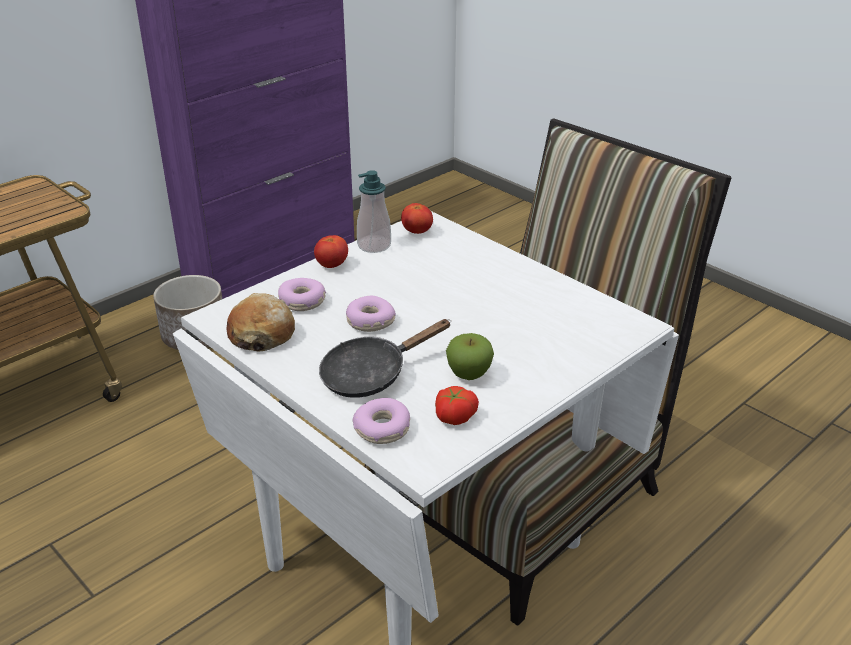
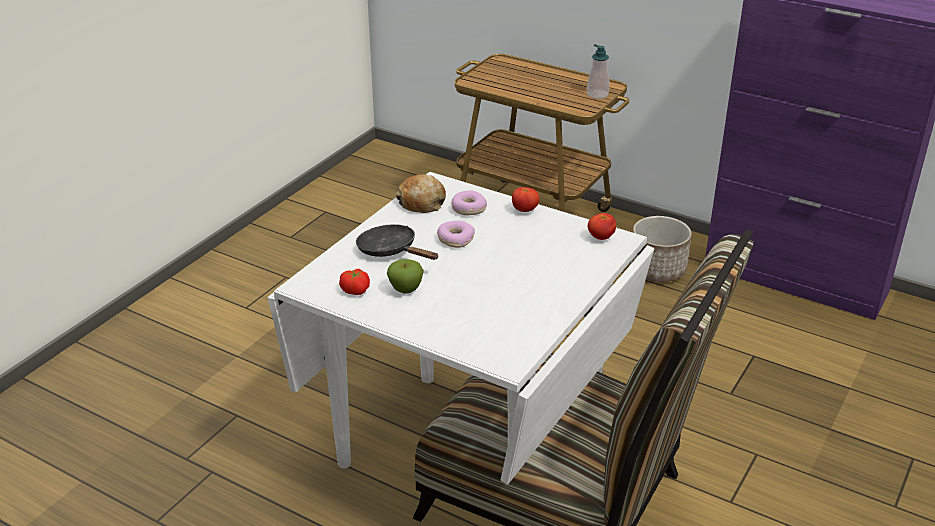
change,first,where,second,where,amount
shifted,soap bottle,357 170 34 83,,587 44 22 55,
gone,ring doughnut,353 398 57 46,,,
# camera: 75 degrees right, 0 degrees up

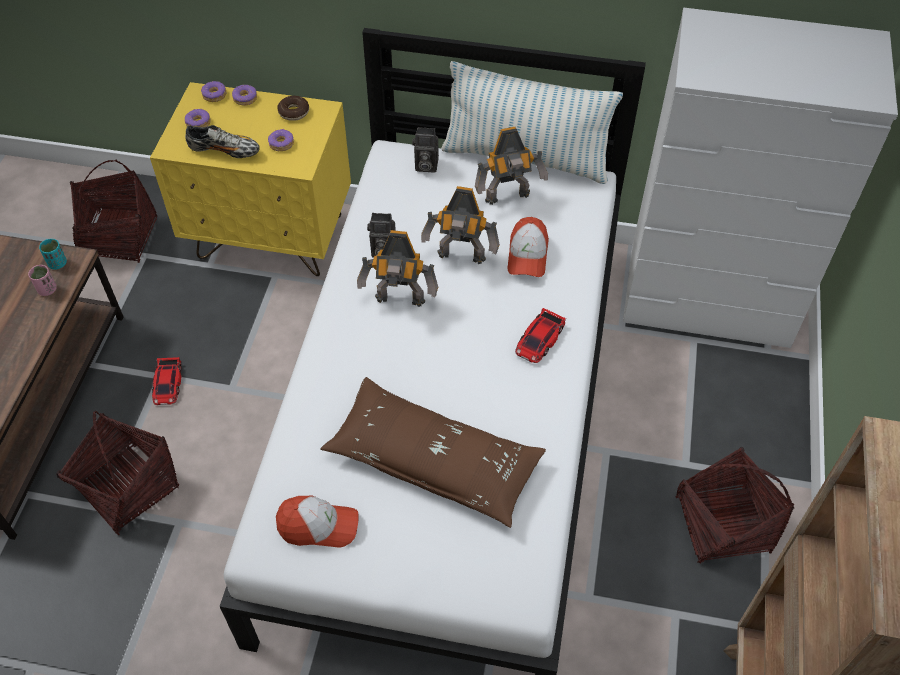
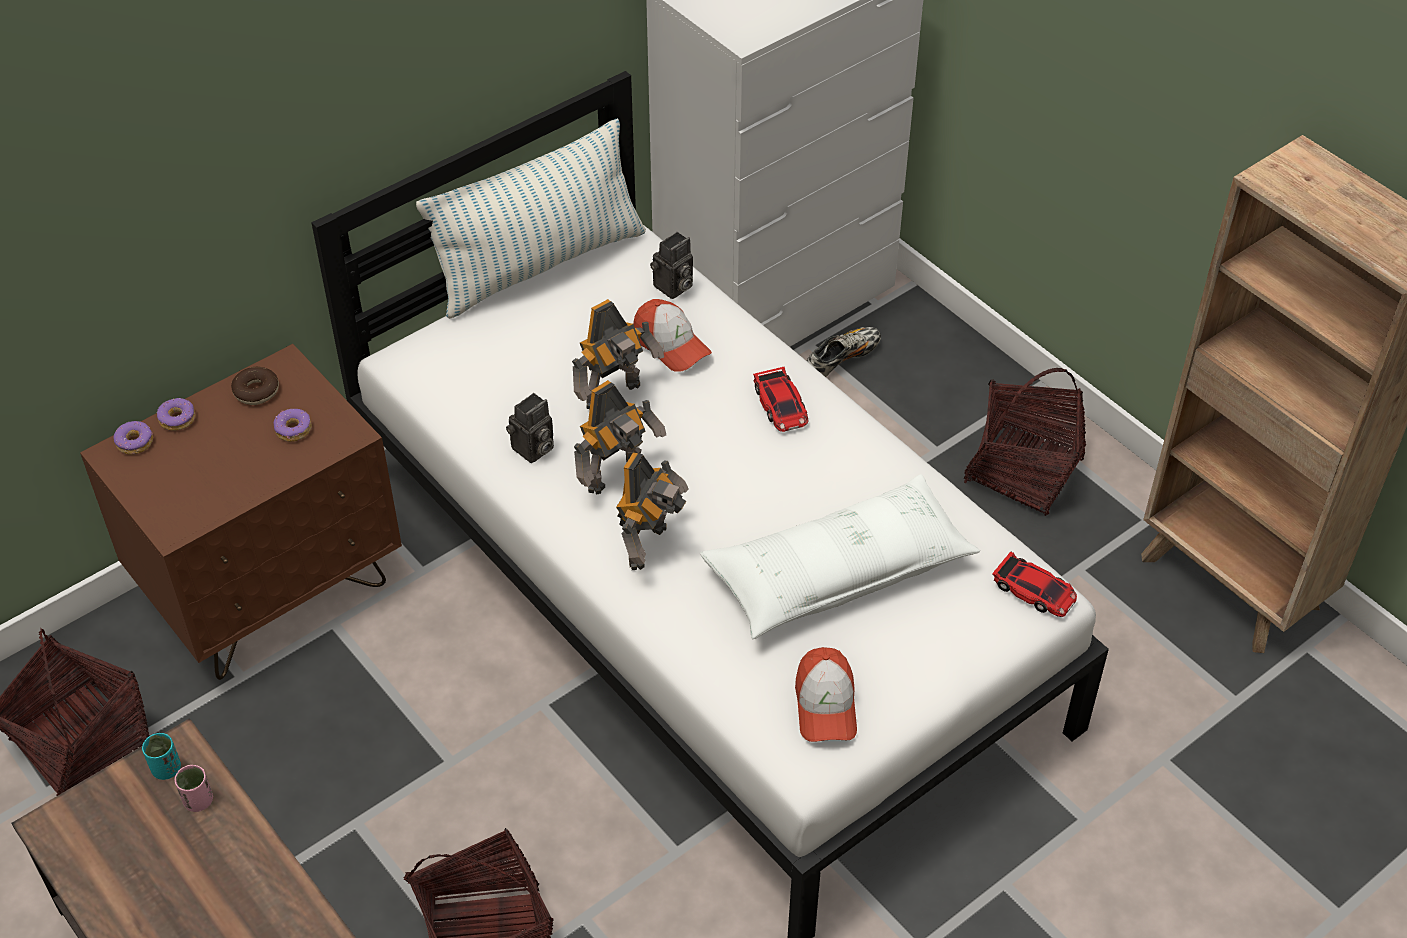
change,first,where,second,where,amount
repainted,night table in yellow-coloured,150 82 201 194,night table in brown-coloured,80 344 322 336,
shifted,toy robot,475 127 73 78,,616 452 73 118,
shifted,still camera,412 127 27 46,,650 232 43 67,
repainted,cushion in brown-coloured,320 377 226 151,cushion in white-coloured,700 474 280 165,
rotated,cap,276 495 83 52,,795 647 62 95,135 degrees clockwise
shifted,item of footwear,185 125 75 33,,807 327 74 50,
shifted,miniature car,152 357 29 48,,992 551 85 66,
gone,ring doughnut,185 109 26 18,,,
# camera: 50 degrees left, 5 degrees down

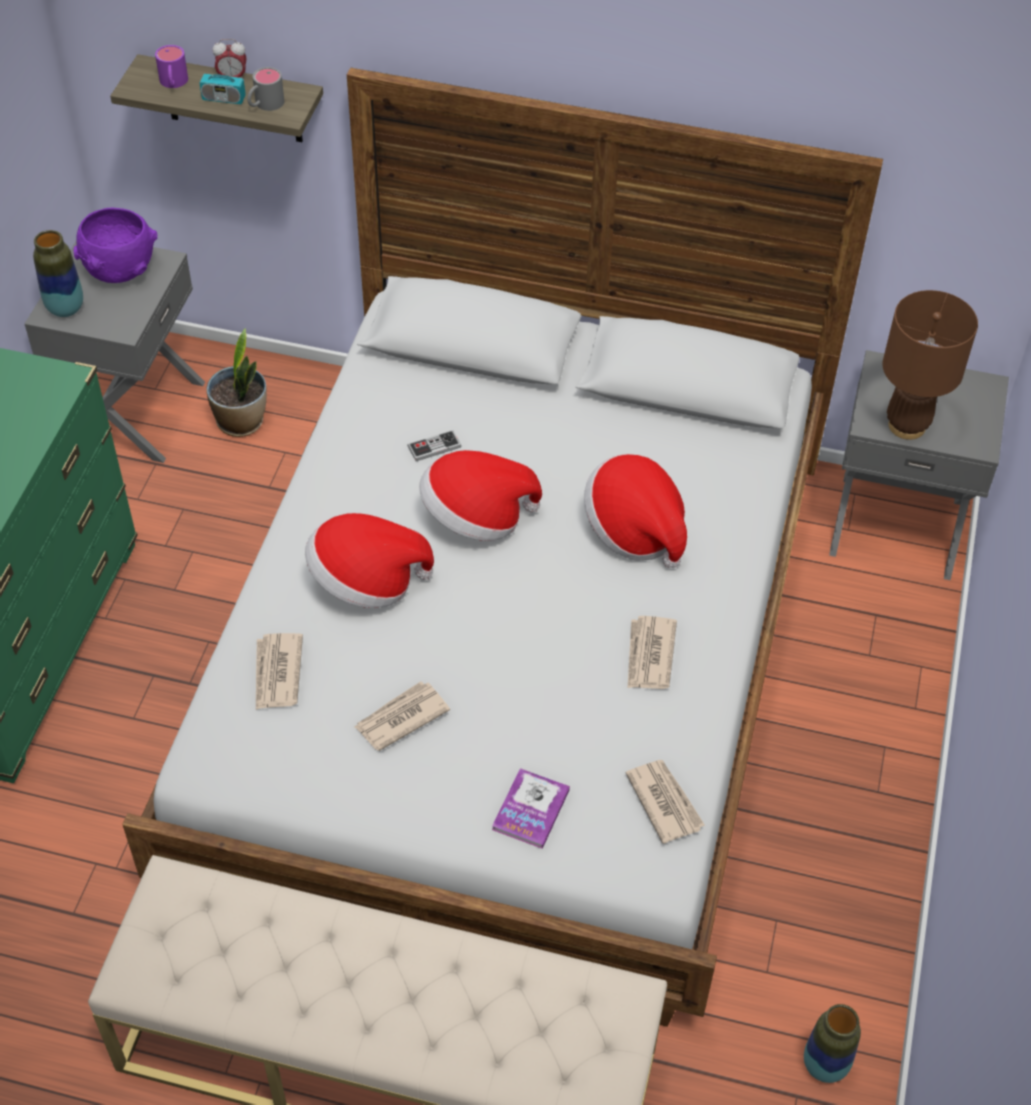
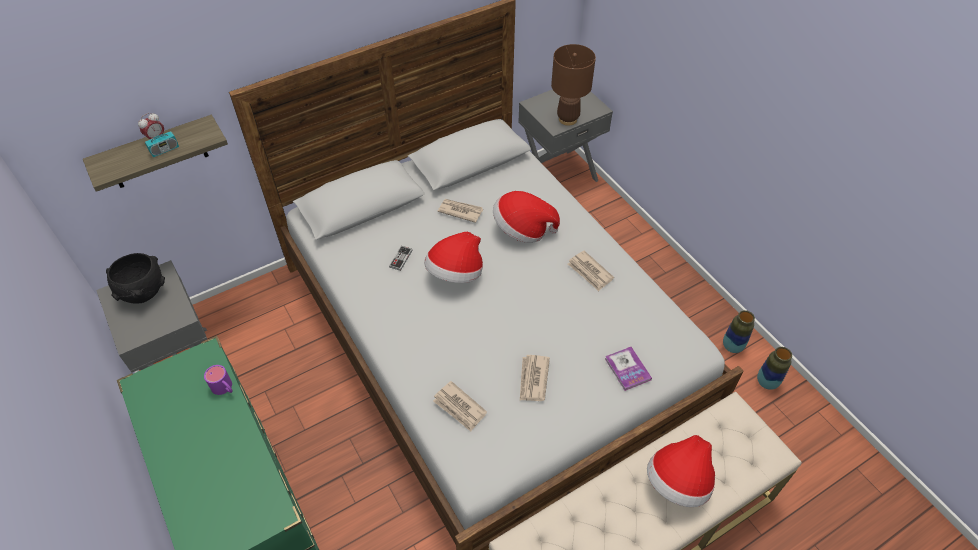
change,first,where,second,where,amount
repainted,bowl in purple-coloured,73 208 84 75,bowl in black-coloured,106 253 59 51,
shifted,coffee mug in purple-coloured,155 45 33 43,,204 365 29 30,
shifted,printed paper,626 760 79 84,,438 199 45 24,
shifted,clothing hat,305 513 129 95,,647 435 68 72,
shifted,flower vase,33 230 50 87,,723 310 32 43,
gone,potted plant,206 328 61 109,,,
gone,coffee mug in grey,247 67 37 44,,,
# camera: 45 degrees left, 0 degrees up

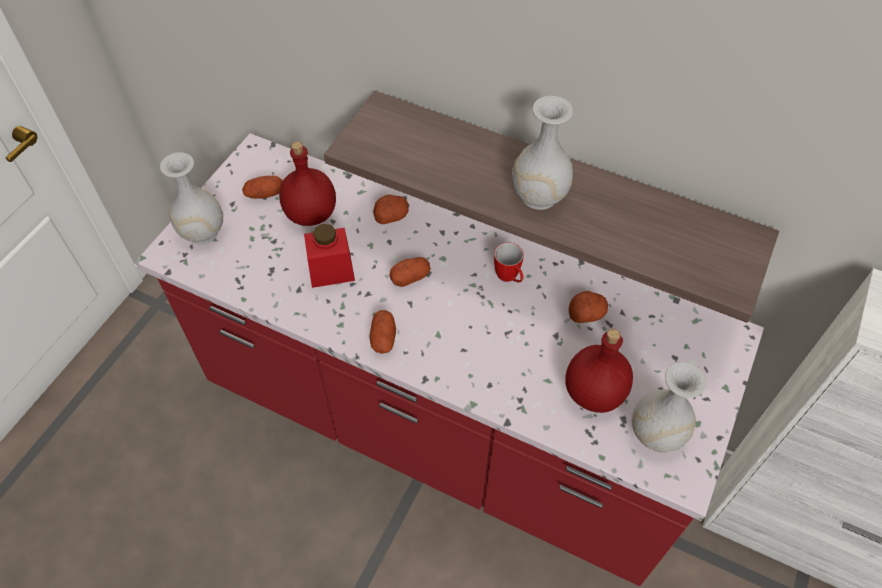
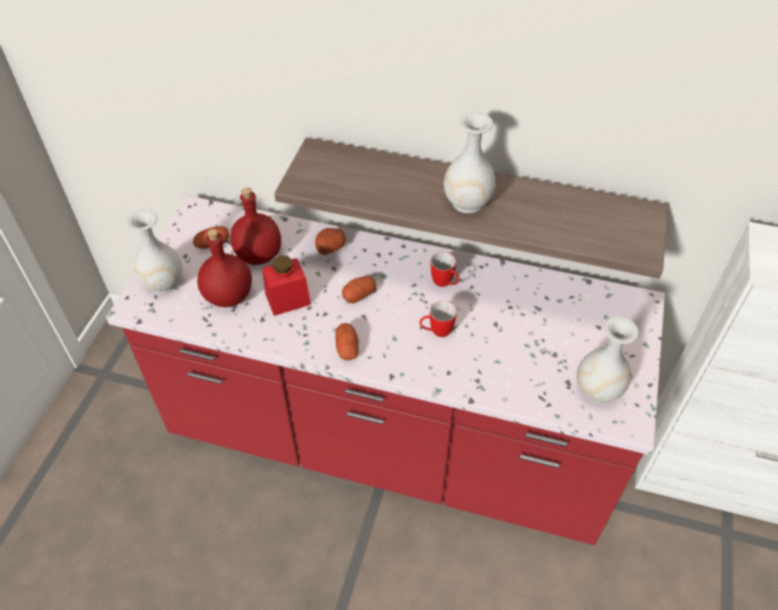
change,first,where,second,where,amount
shifted,bottle in red-coloured,565 329 68 84,,197 229 55 78,
new,,,coffee mug,419 301 38 36,
gone,spud,569 291 39 32,,,
# camera: 10 degrees left, 5 degrees down

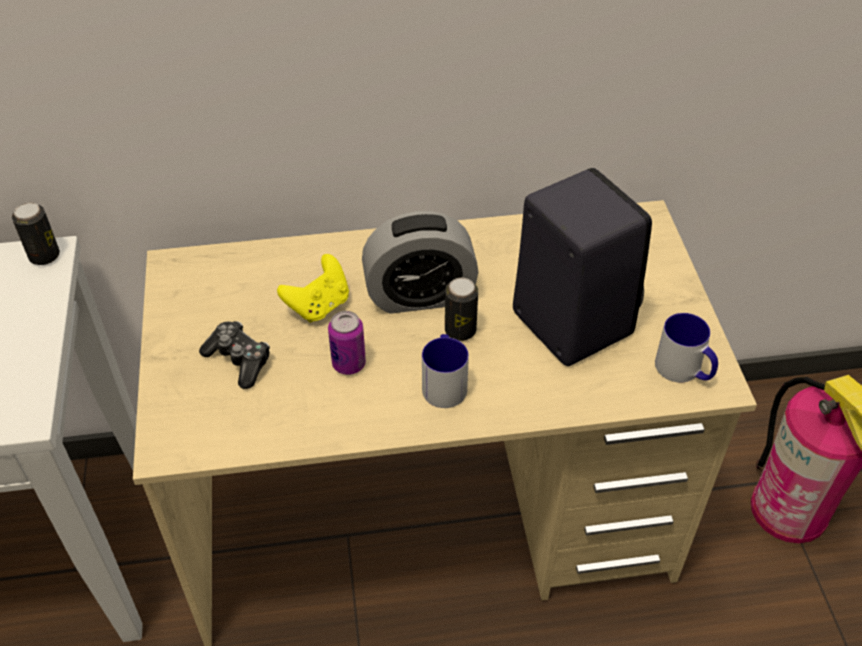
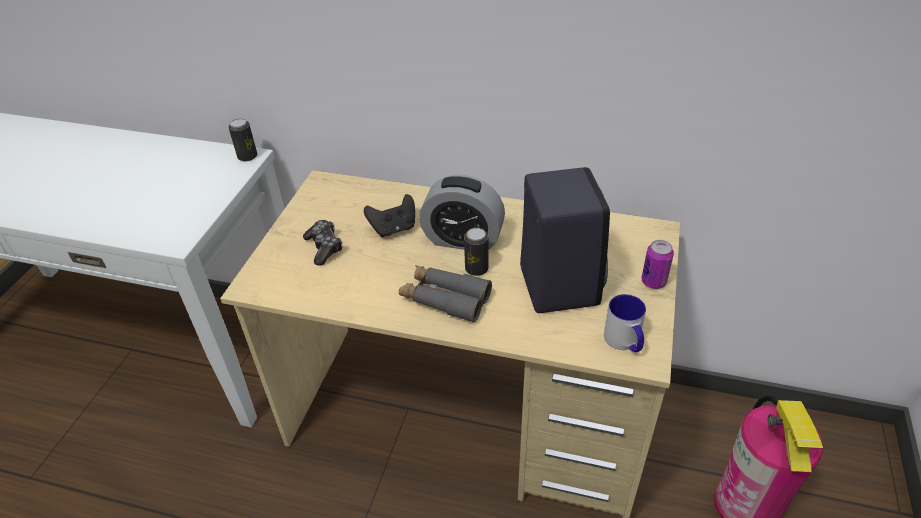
change,first,where,second,where,amount
repainted,joypad in yellow-coloured,277 254 72 69,joypad in black-coloured,364 194 51 43,
swapped,coffee mug,422 334 47 74,pair of binoculars in grey,399 265 93 58,
shifted,can,328 311 38 64,,641 240 33 49,
# camera: 25 degrees right, 5 degrees down

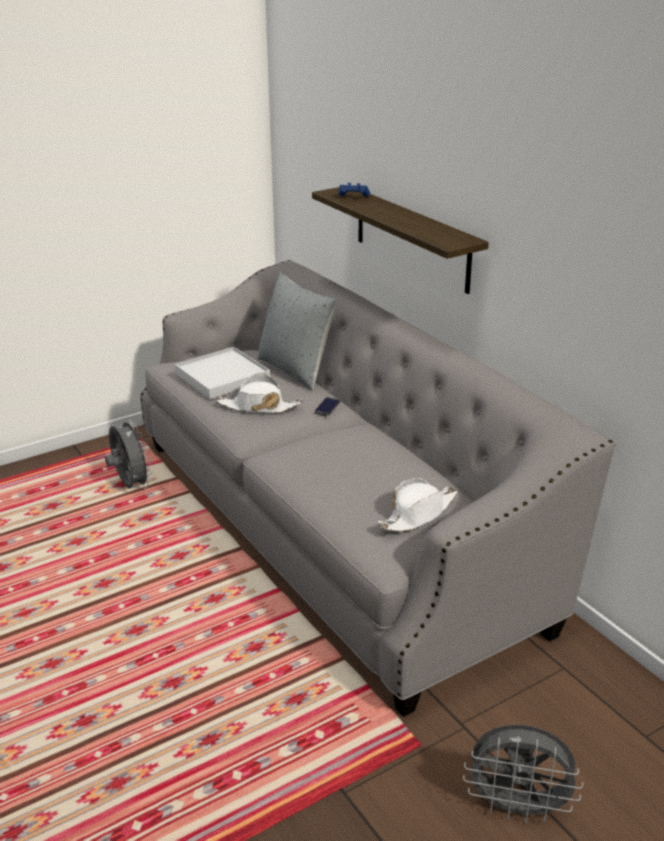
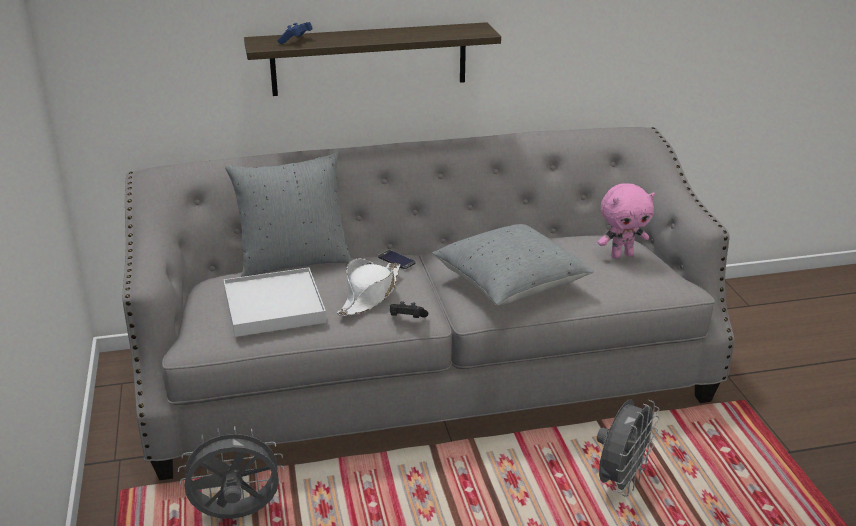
change,first,where,second,where,amount
new,,,joypad in black-coloured,390 301 38 17,
new,,,cushion in grey,432 224 162 82,
shifted,cooling fan in grey,463 725 120 99,,597 399 63 98,
swapped,clothing hat in white-coloured,378 478 79 54,plush toy in pink,598 183 57 76,
# camera: 70 degrees left, 0 degrees up

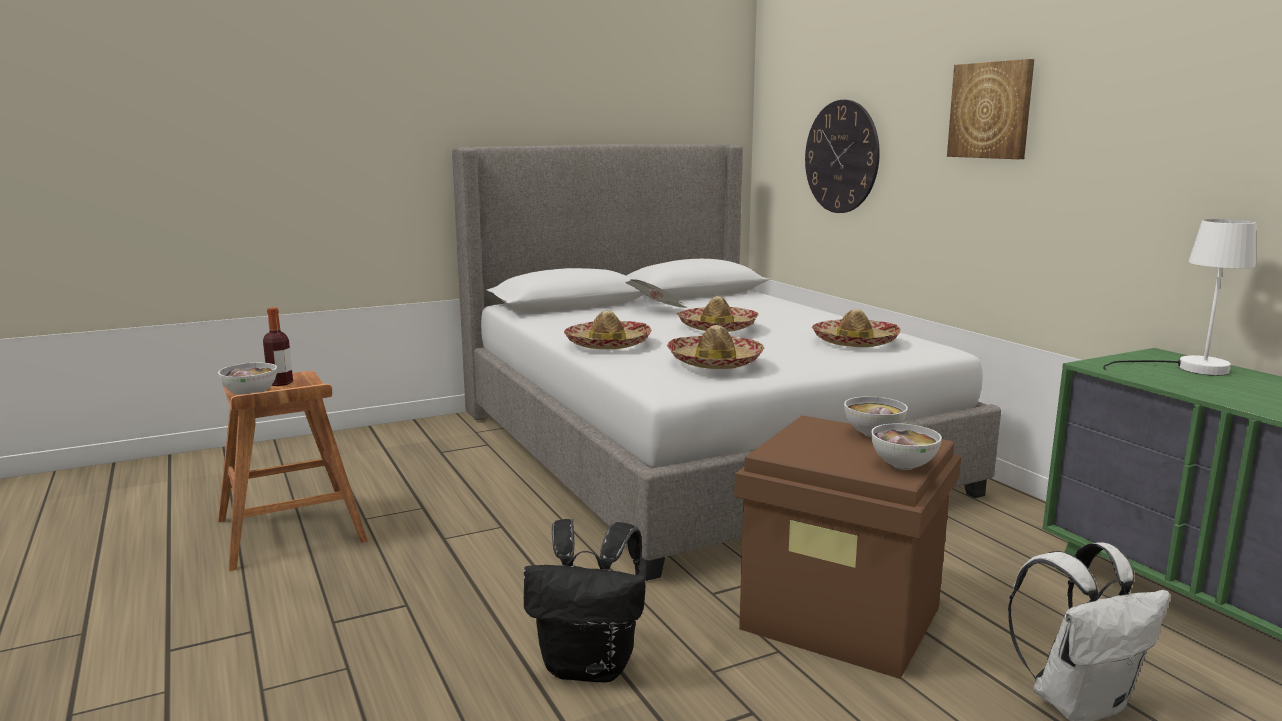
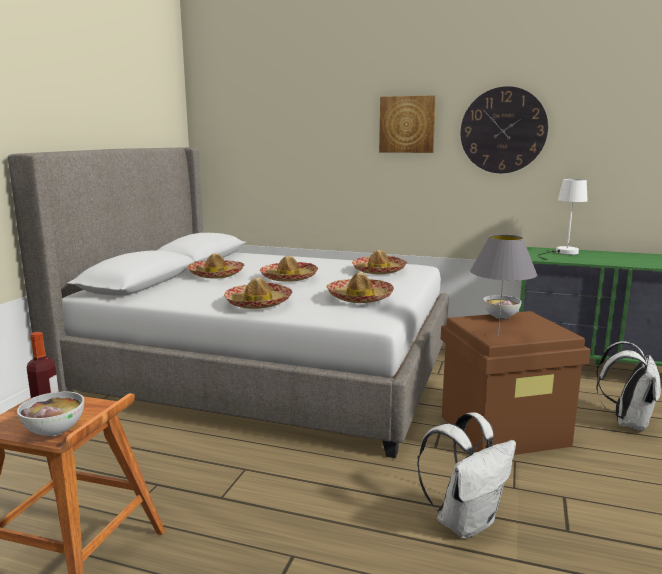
change,first,where,second,where,amount
swapped,printed paper,625 279 61 29,clothing hat,187 253 58 25,
repainted,knapsack in black-coloured,524 519 122 163,knapsack in white-coloured,417 412 99 127,
shifted,wall clock,805 100 75 113,,460 86 88 87,
new,,,tabletop lamp in grey,470 234 67 103,
gone,bowl,871 423 71 47,,,
# camera: 45 degrees left, 0 degrees up

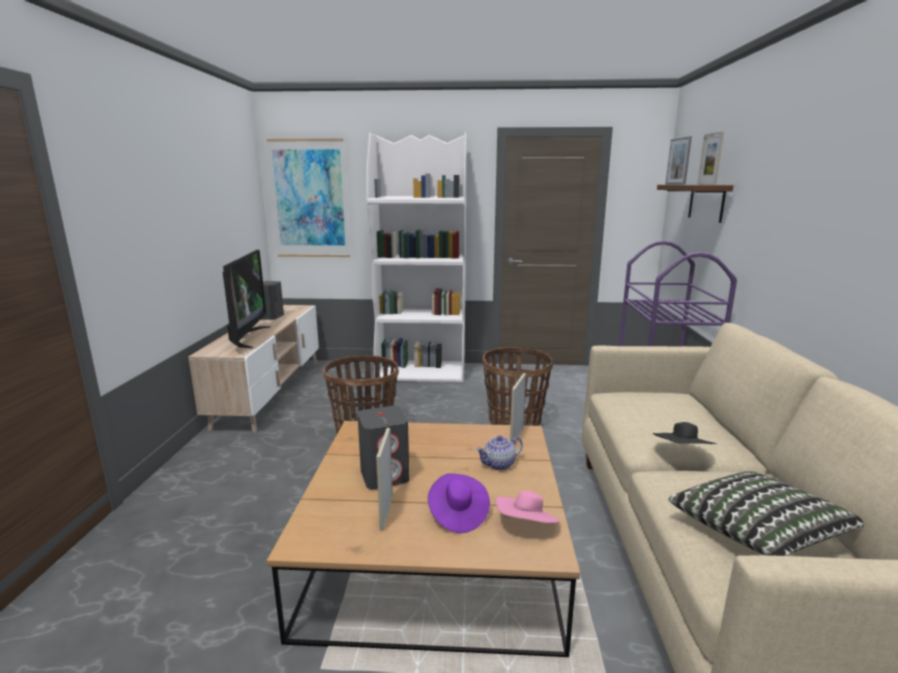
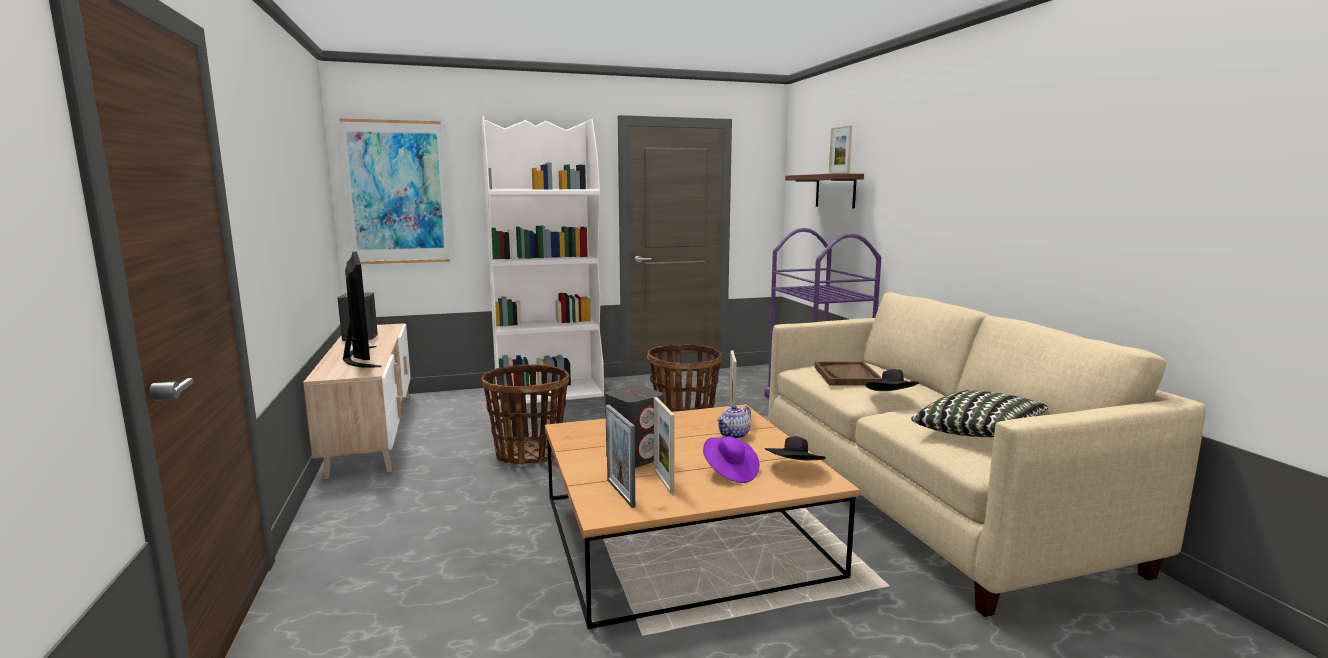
change,first,where,second,where,amount
shifted,picture frame,665 136 27 49,,606 405 29 103,
repainted,clothing hat in pink,496 490 64 33,clothing hat in black-coloured,765 436 61 25,
new,,,serving tray in brown-coloured,815 362 67 24,
# camera: 20 degrees left, 5 degrees down

